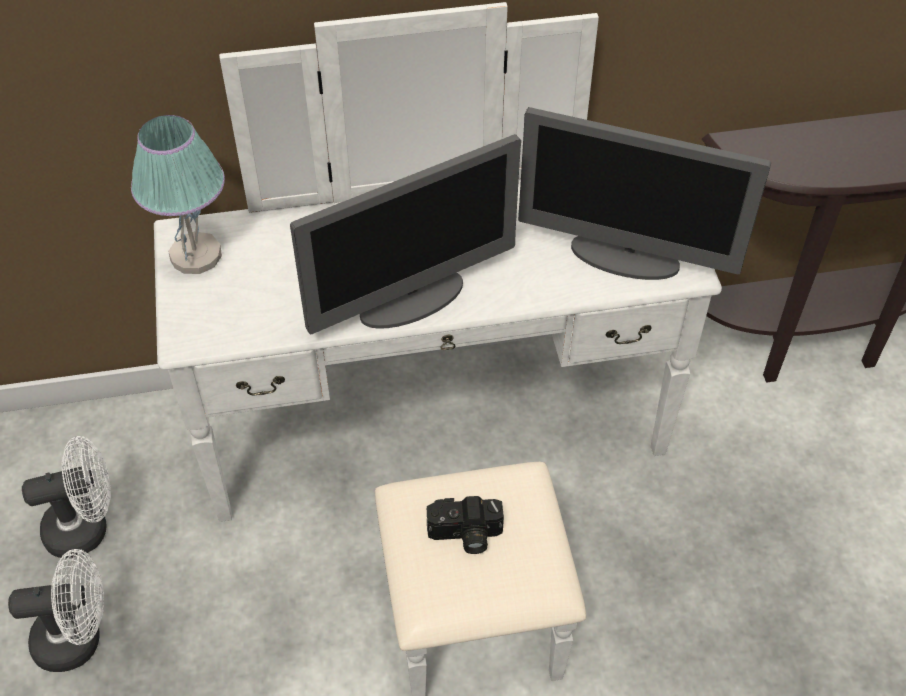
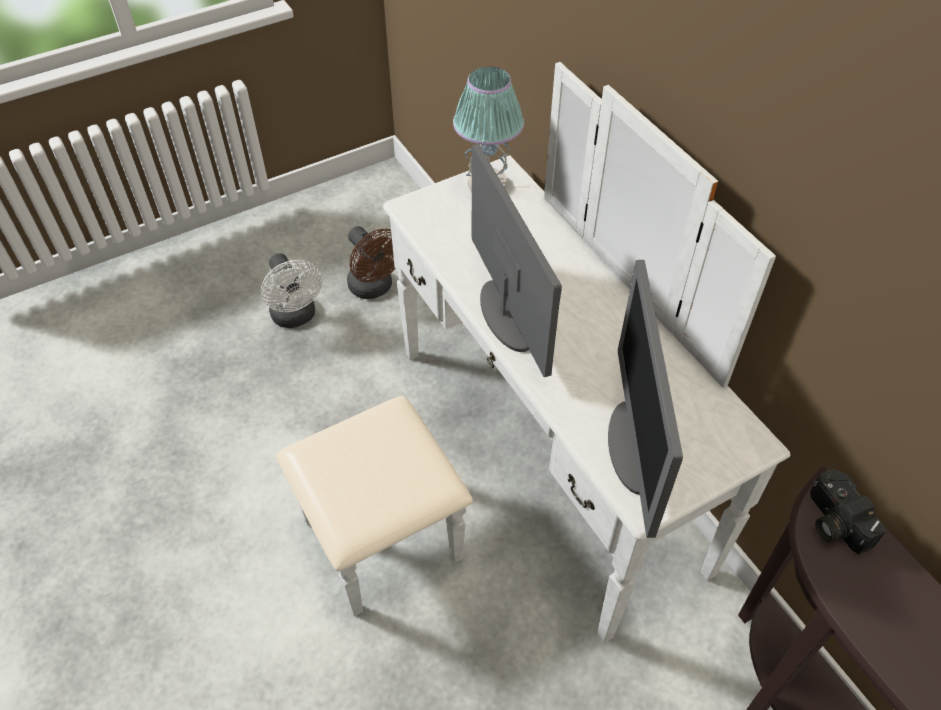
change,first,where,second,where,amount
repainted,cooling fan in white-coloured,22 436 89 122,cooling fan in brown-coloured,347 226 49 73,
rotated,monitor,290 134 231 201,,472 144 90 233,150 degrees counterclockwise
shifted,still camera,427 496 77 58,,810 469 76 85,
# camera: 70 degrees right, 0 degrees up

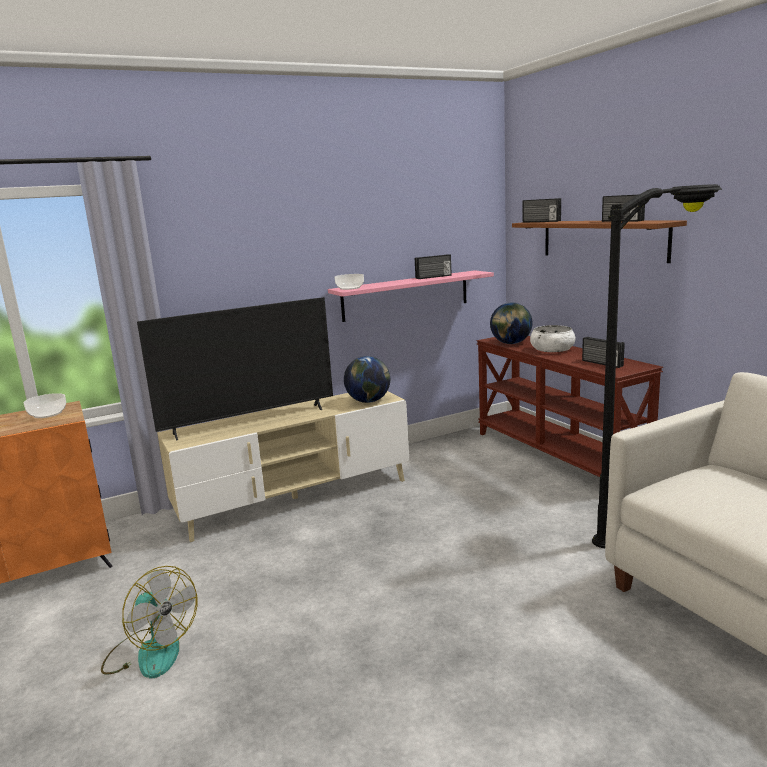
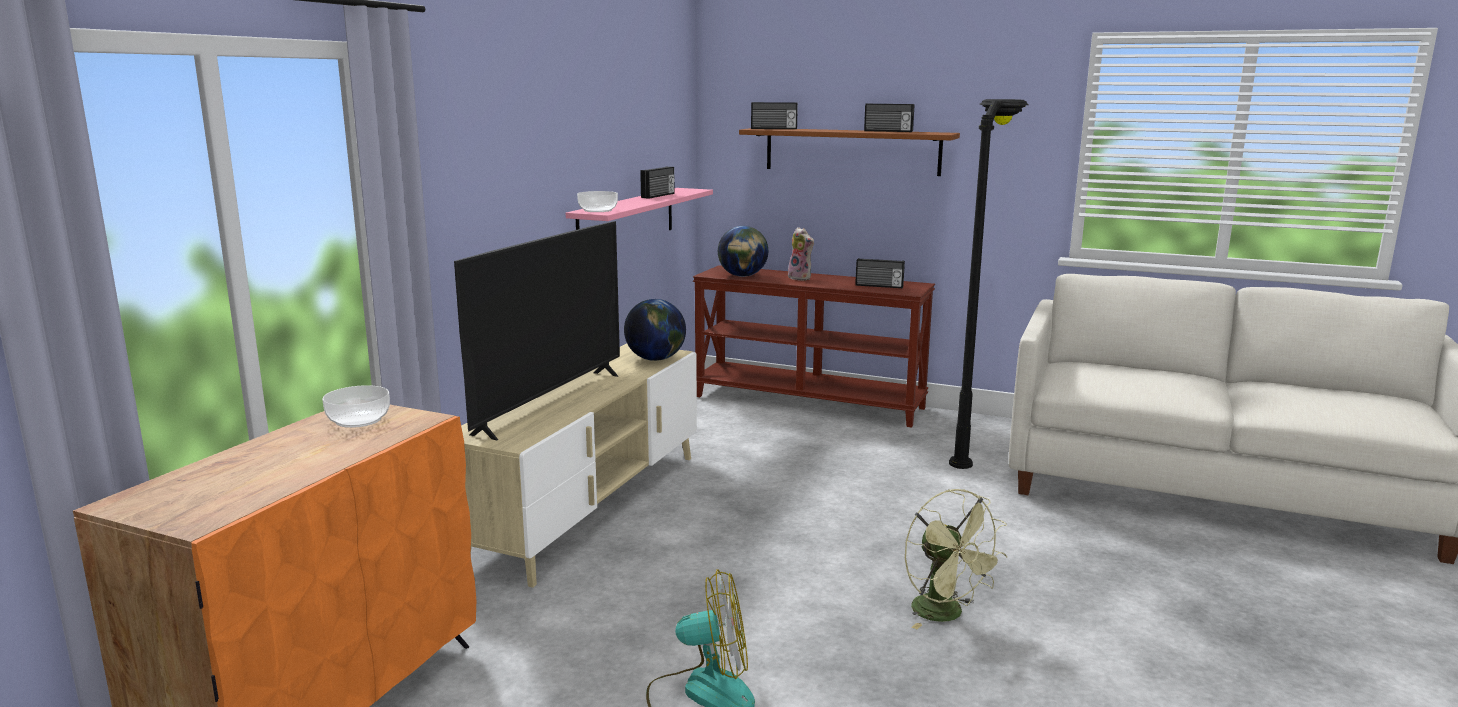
change,first,where,second,where,amount
swapped,bowl in white-coloured,530 325 45 27,plush toy,788 227 26 54,
new,,,cooling fan in green-coloured,905 489 102 140,
# camera: 40 degrees left, 0 degrees up

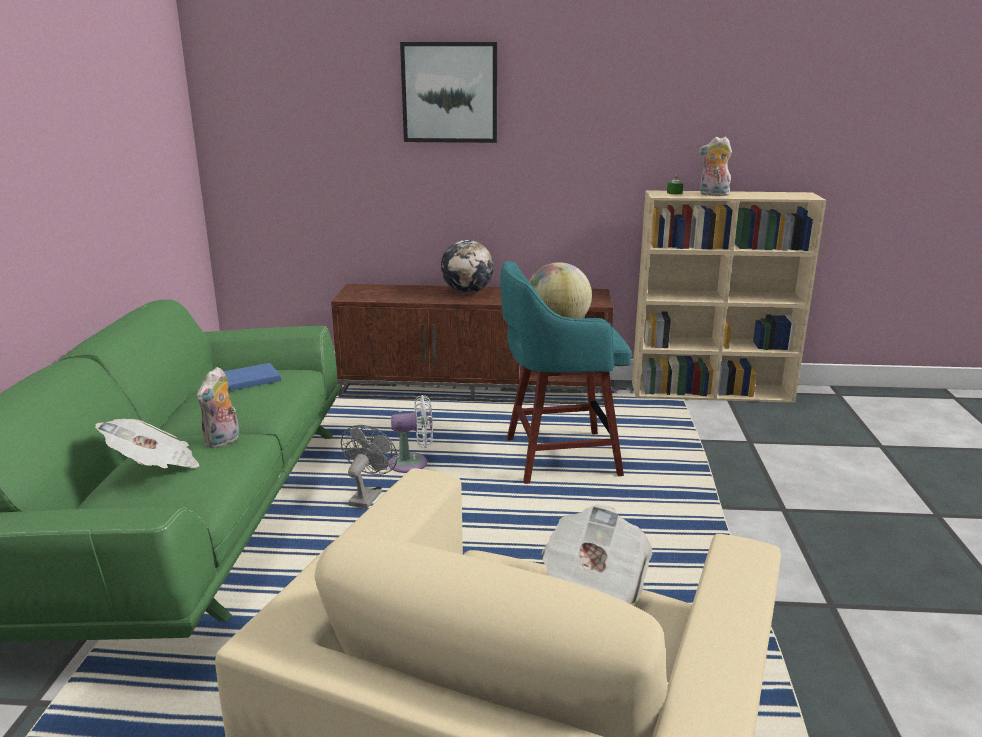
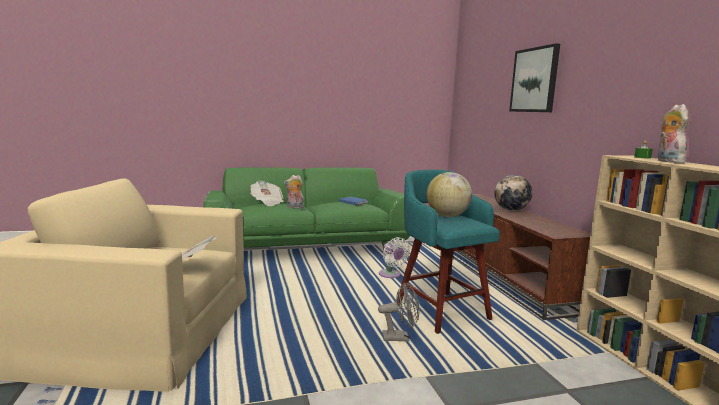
change,first,where,second,where,amount
shifted,cooling fan in grey,341 425 57 84,,378 283 42 58,
# camera: 70 degrees right, 10 degrees down

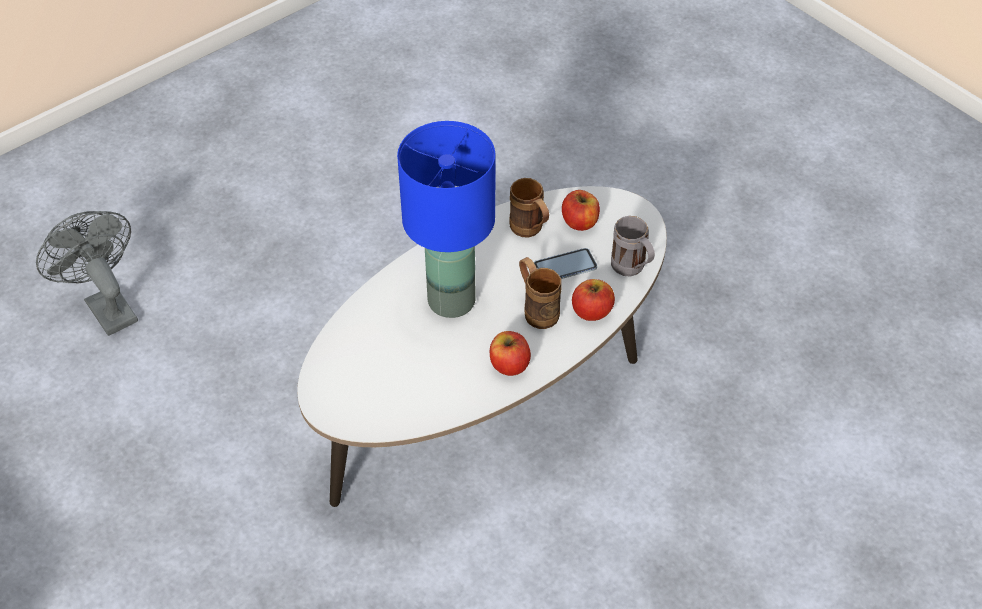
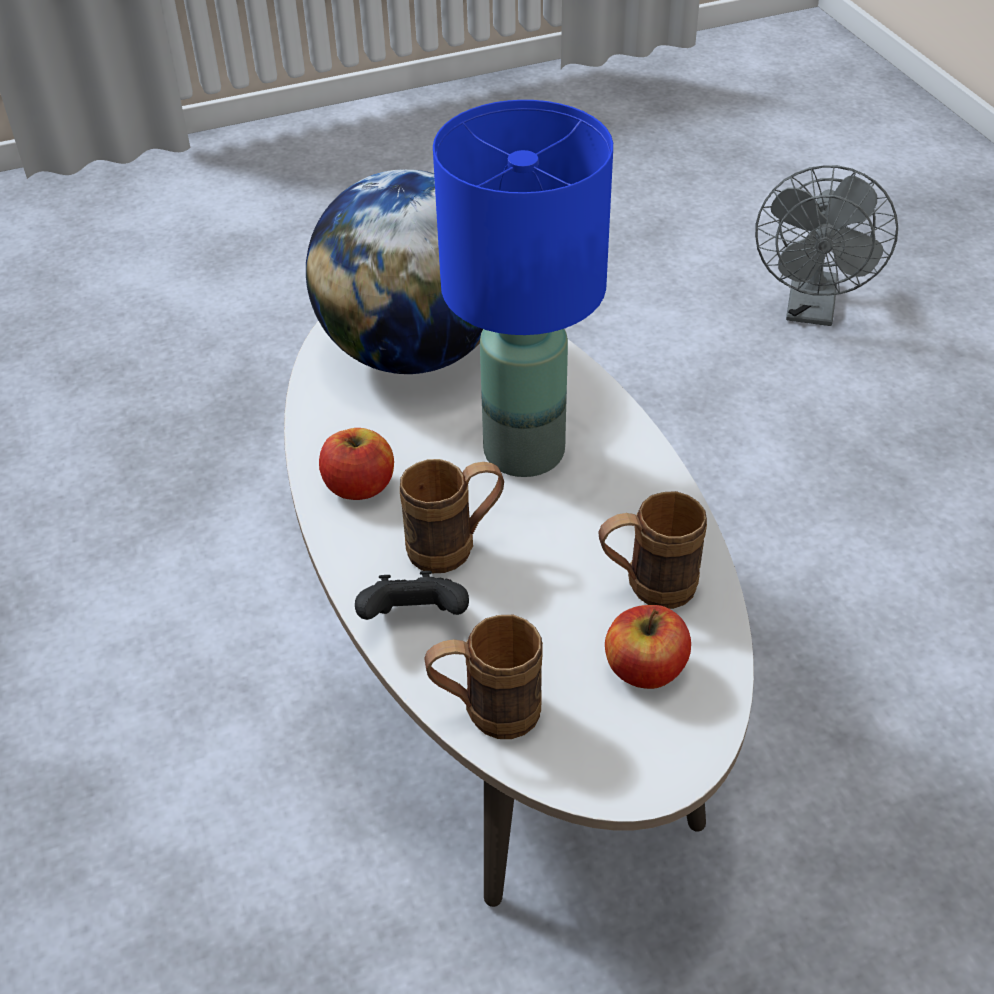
change,first,where,second,where,amount
new,,,desk globe,306 169 177 205,
swapped,apple,572 279 43 42,joypad in black-coloured,355 571 114 49,
repainted,coffee mug in grey,611 216 44 60,coffee mug in brown-coloured,424 615 119 124,
rotated,cooling fan in grey,36 211 102 125,,755 165 143 161,120 degrees clockwise
gone,handset,534 248 63 31,,,
# camera: 110 degrees right, 5 degrees down

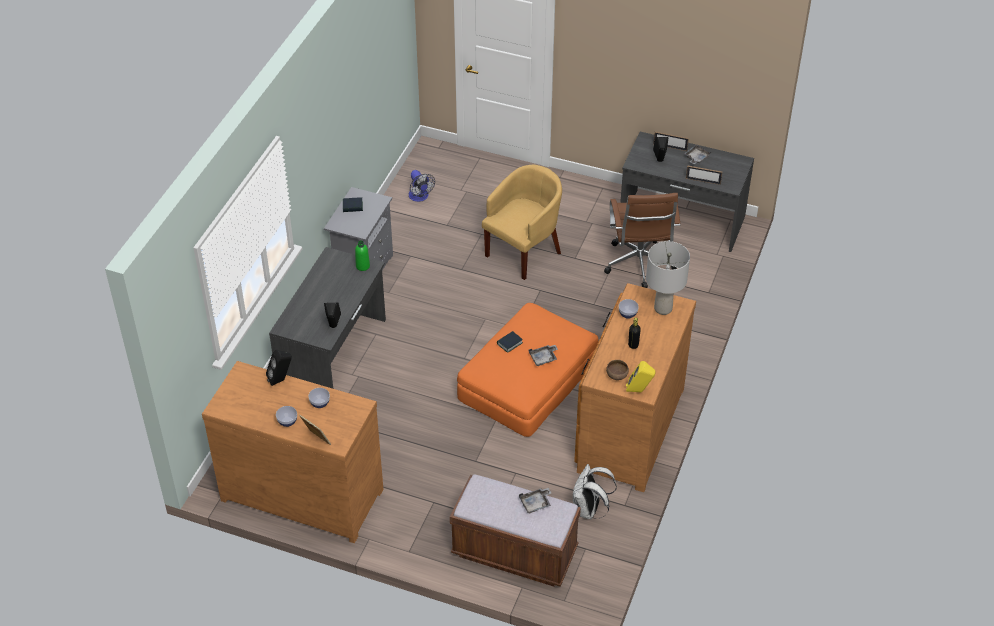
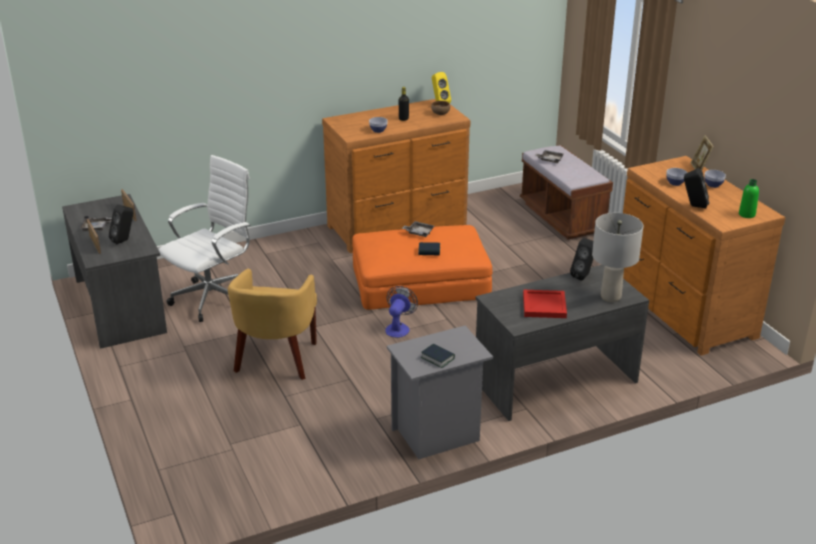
change,first,where,second,where,amount
repainted,office chair in brown-coloured,604 193 76 95,office chair in white-coloured,159 155 92 167,
rotated,lounge chair in yellow-coloured,482 165 80 115,,228 269 89 111,75 degrees counterclockwise
shifted,cooling fan,409 170 26 32,,385 286 33 52,
new,,,serving tray in red-coloured,523 290 44 28,
shifted,tabletop lamp in grey,646 241 44 74,,592 213 51 89,
shifted,bottle in green-coloured,355 241 15 30,,739 179 20 39,
gone,knapsack in white-coloured,573 464 44 55,,,
# camera: 135 degrees left, 15 degrees down

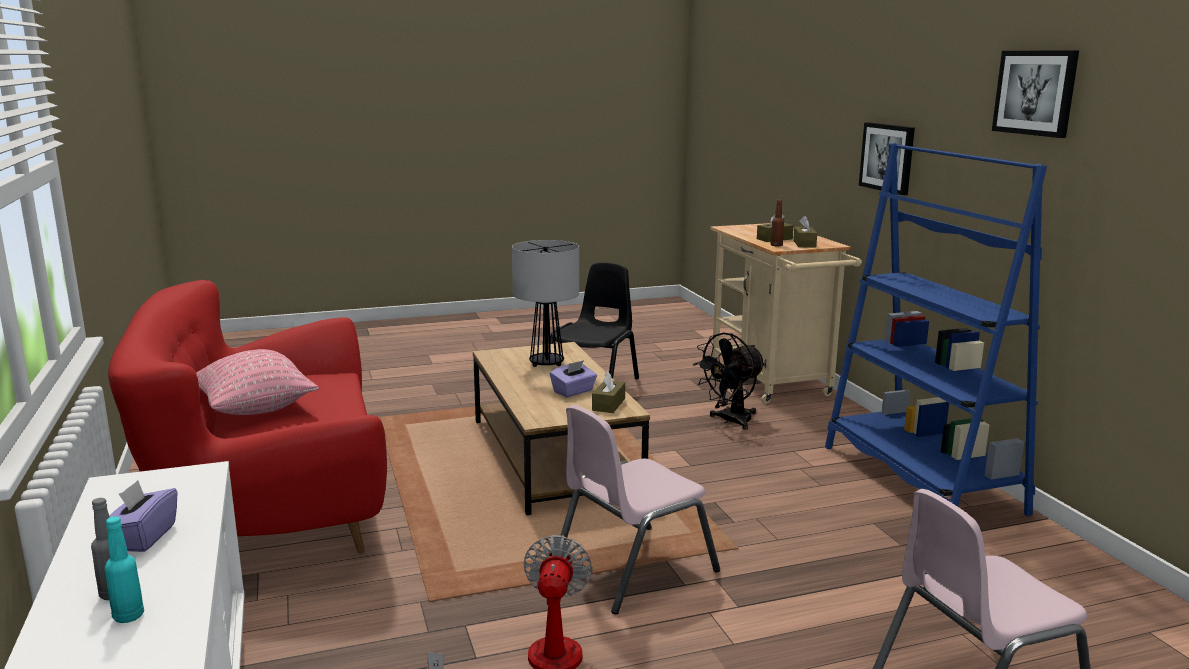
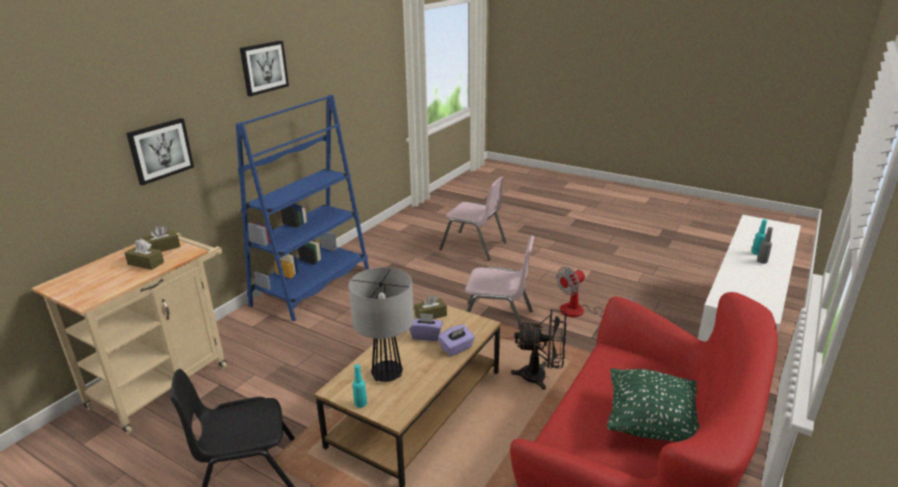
change,first,where,second,where,amount
new,,,bottle in turquoise-coloured,353 364 14 44,
shifted,tissue holder in purple-coloured,110 480 67 72,,438 325 37 31,
shifted,cooling fan in black-coloured,693 332 73 98,,511 309 56 81,
repainted,cushion in pink,196 349 123 66,cushion in green-coloured,607 368 92 74,
gone,bottle in brown-coloured,771 200 13 47,,,
# camera: 130 degrees left, 10 degrees up

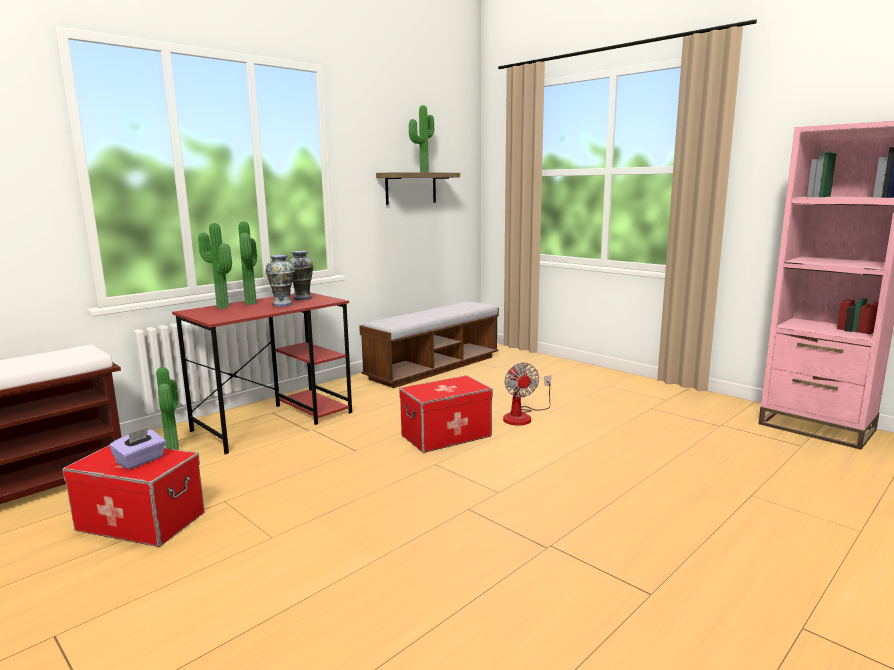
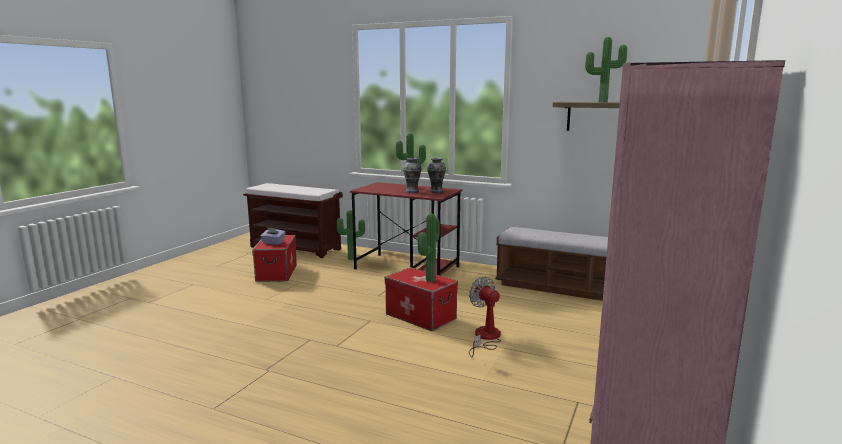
change,first,where,second,where,amount
shifted,potted plant,198 223 34 86,,418 213 22 69,
rotated,cooling fan,503 362 48 64,,469 276 32 81,90 degrees clockwise
# camera: 70 degrees right, 0 degrees up

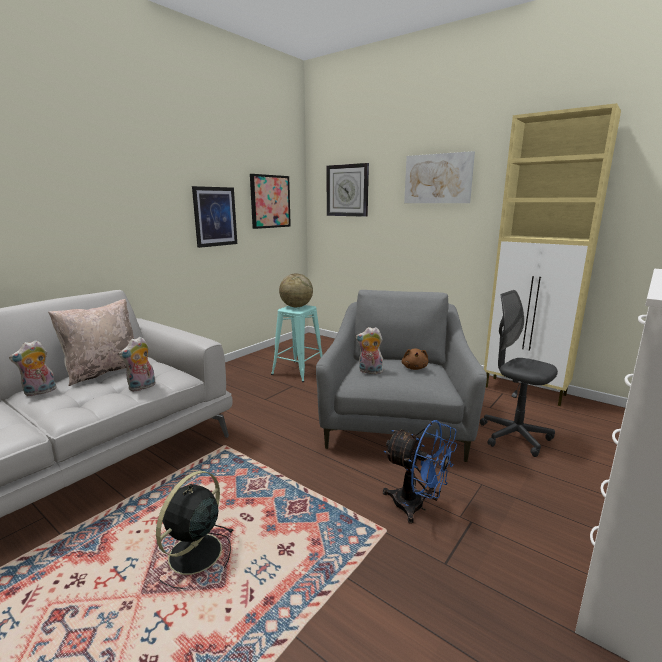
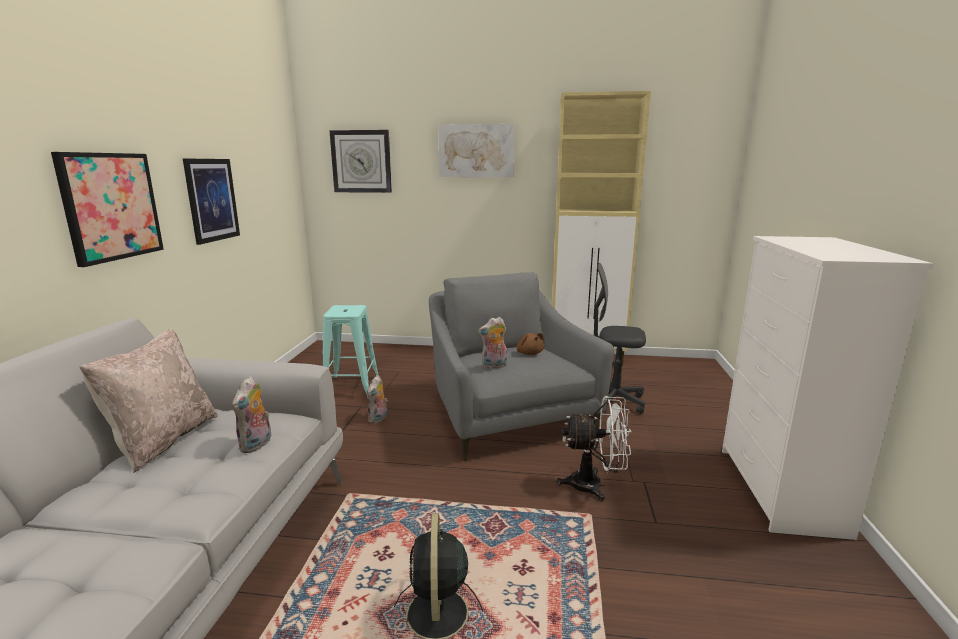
change,first,where,second,where,amount
shifted,wall art,250 174 41 55,,51 152 113 115,
shifted,plush toy,9 340 47 56,,367 375 21 49,
repainted,cooling fan in blue,383 420 74 104,cooling fan in white-coloured,557 396 75 106,
gone,desk globe,279 273 34 34,,,
# camera: 30 degrees left, 0 degrees up

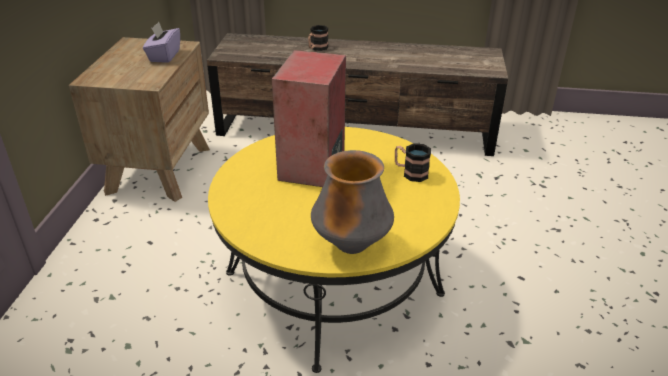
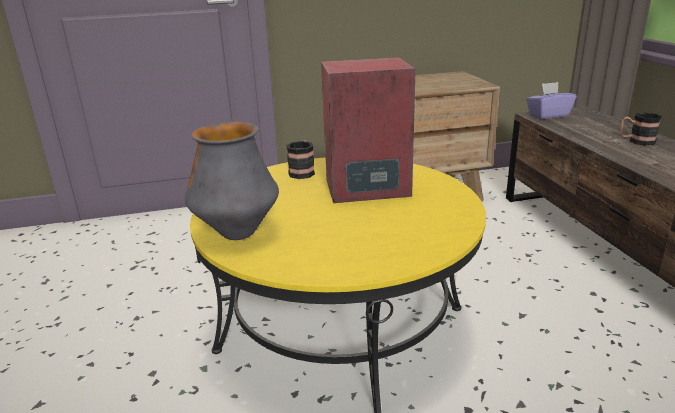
change,first,where,second,where,amount
shifted,coffee mug,395 143 36 39,,286 140 29 39,
shifted,tissue holder in purple-coloured,143 22 37 41,,526 82 51 37,
# camera: 70 degrees right, 10 degrees down

